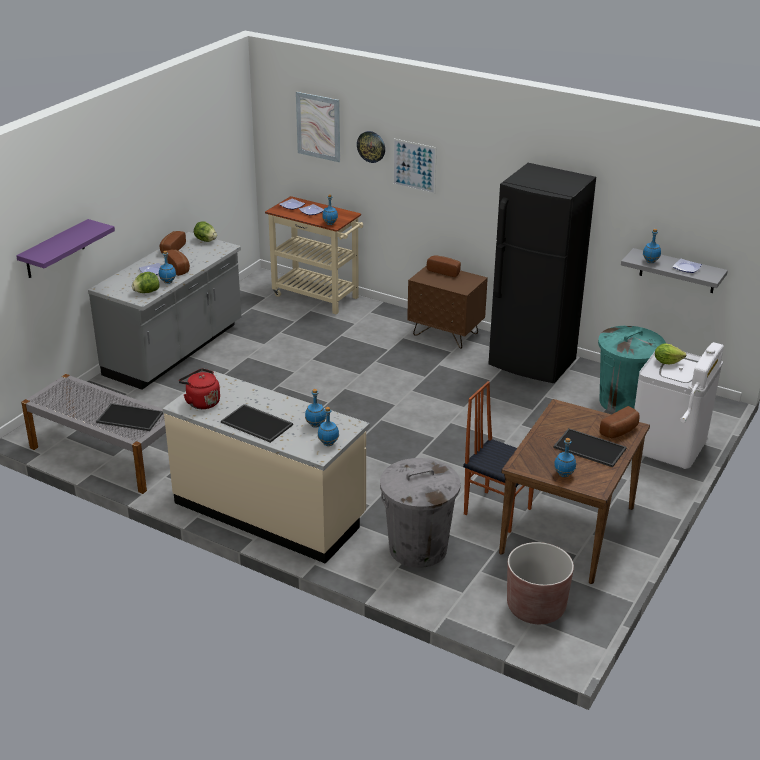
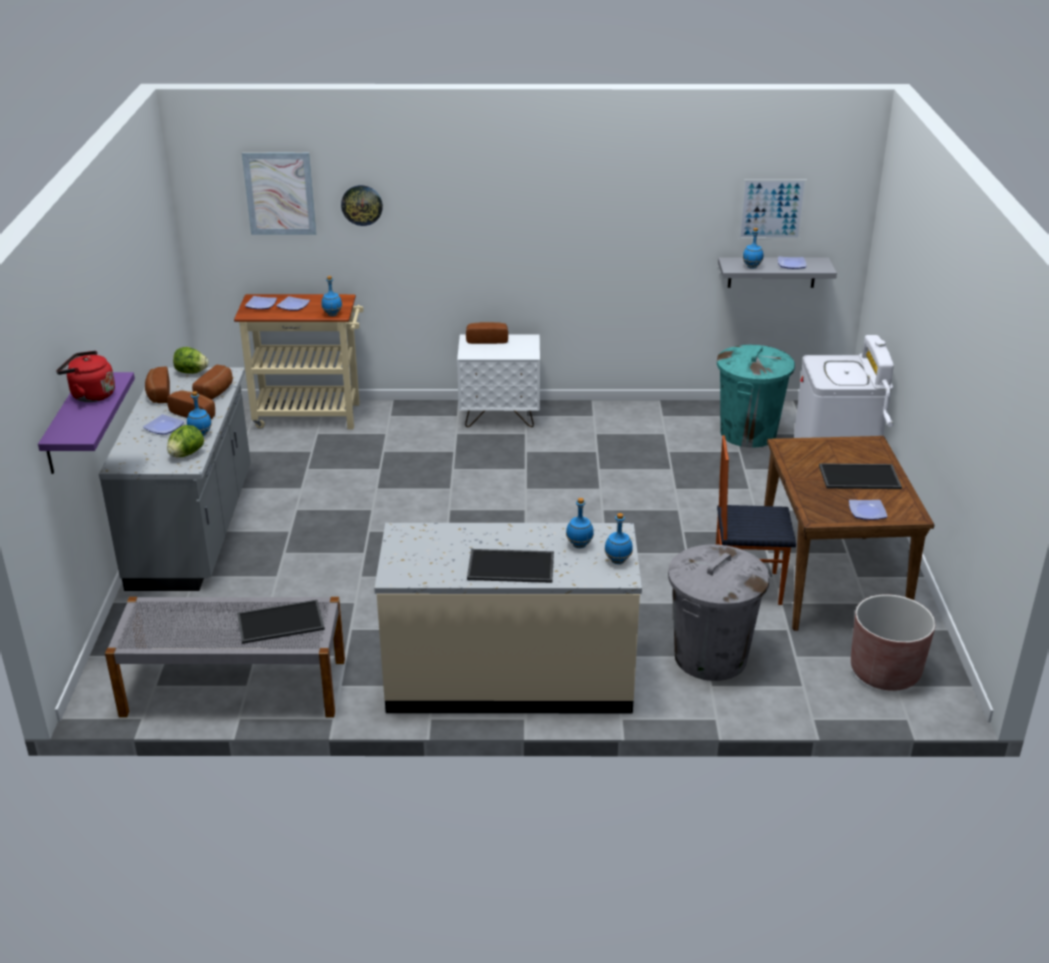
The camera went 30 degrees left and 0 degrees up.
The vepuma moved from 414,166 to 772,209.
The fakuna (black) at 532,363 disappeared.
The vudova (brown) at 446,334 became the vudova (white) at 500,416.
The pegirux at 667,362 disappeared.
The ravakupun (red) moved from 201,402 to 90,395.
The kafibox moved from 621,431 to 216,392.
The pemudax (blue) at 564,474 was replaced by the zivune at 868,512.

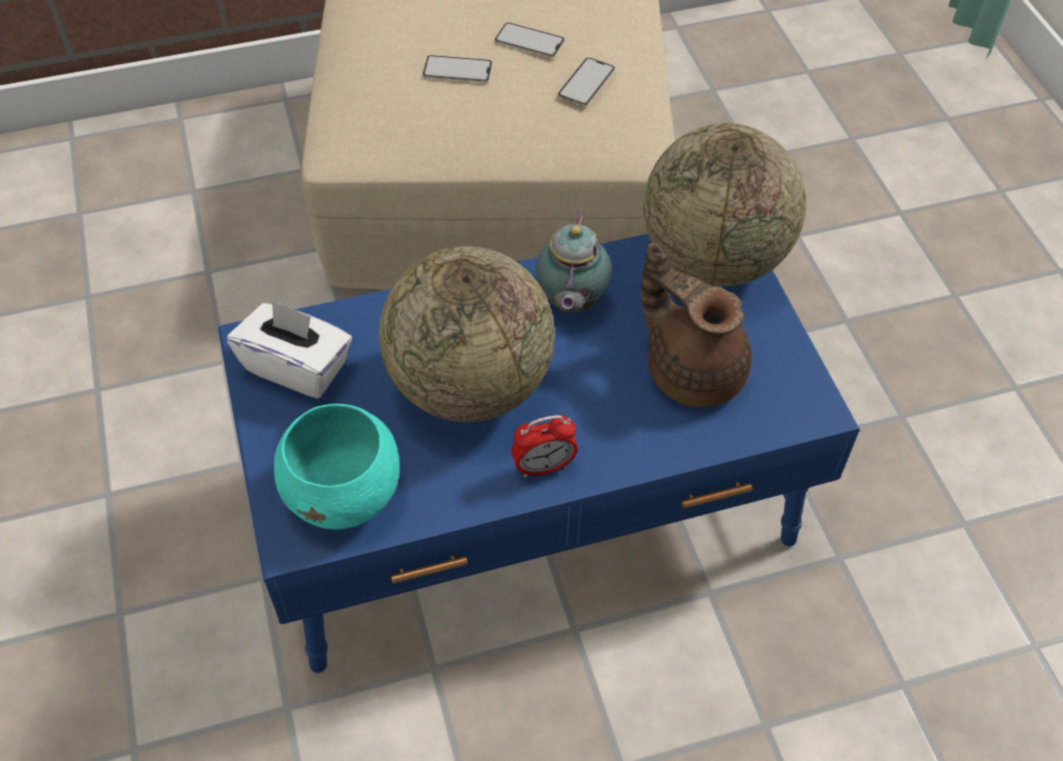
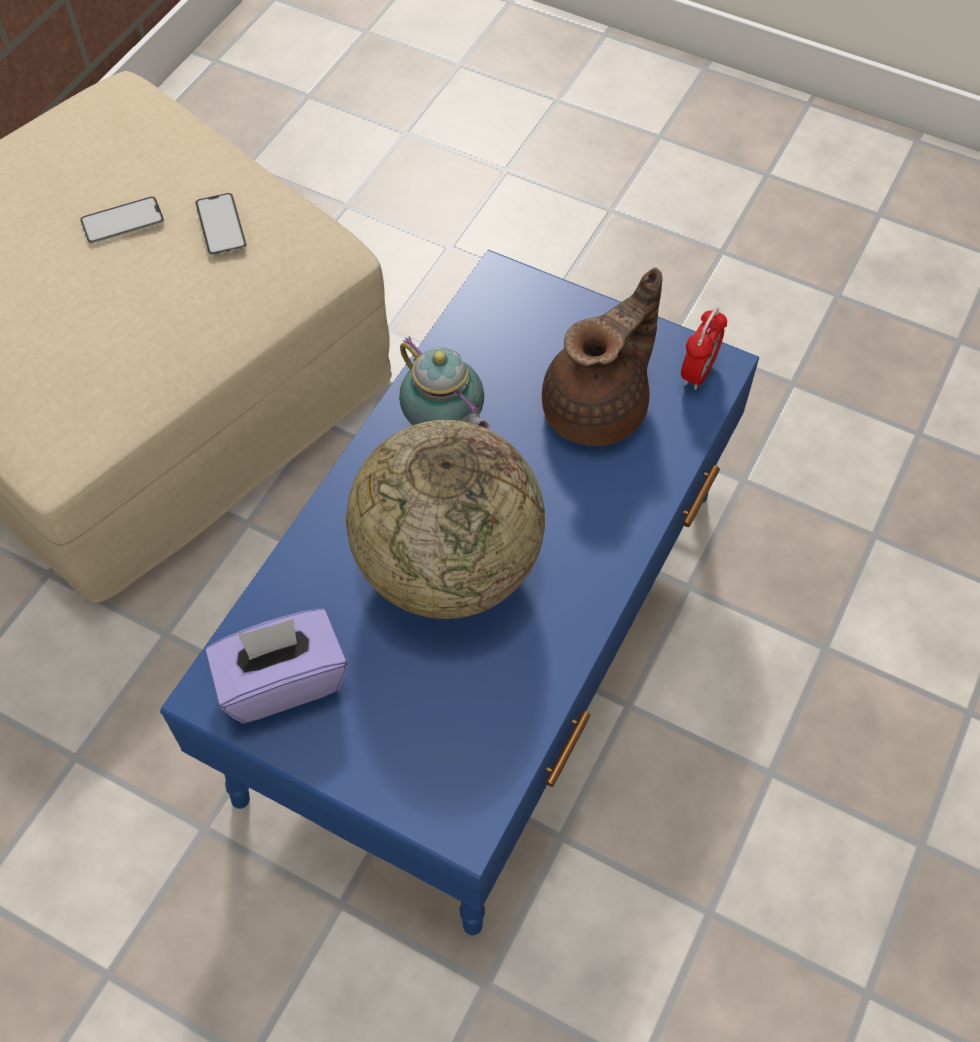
The camera went 45 degrees left and 5 degrees up.
The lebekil at 457,69 disappeared.
The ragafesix at 713,259 disappeared.
The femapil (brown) at 692,369 turned 135 degrees clockwise.
The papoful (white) at 297,367 became the papoful (purple) at 282,680.
The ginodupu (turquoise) at 345,492 disappeared.
The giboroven moved from 543,467 to 698,372.

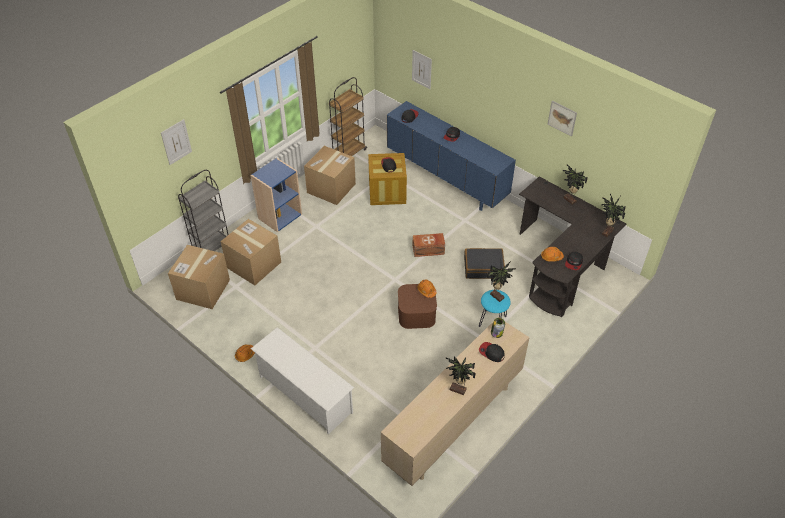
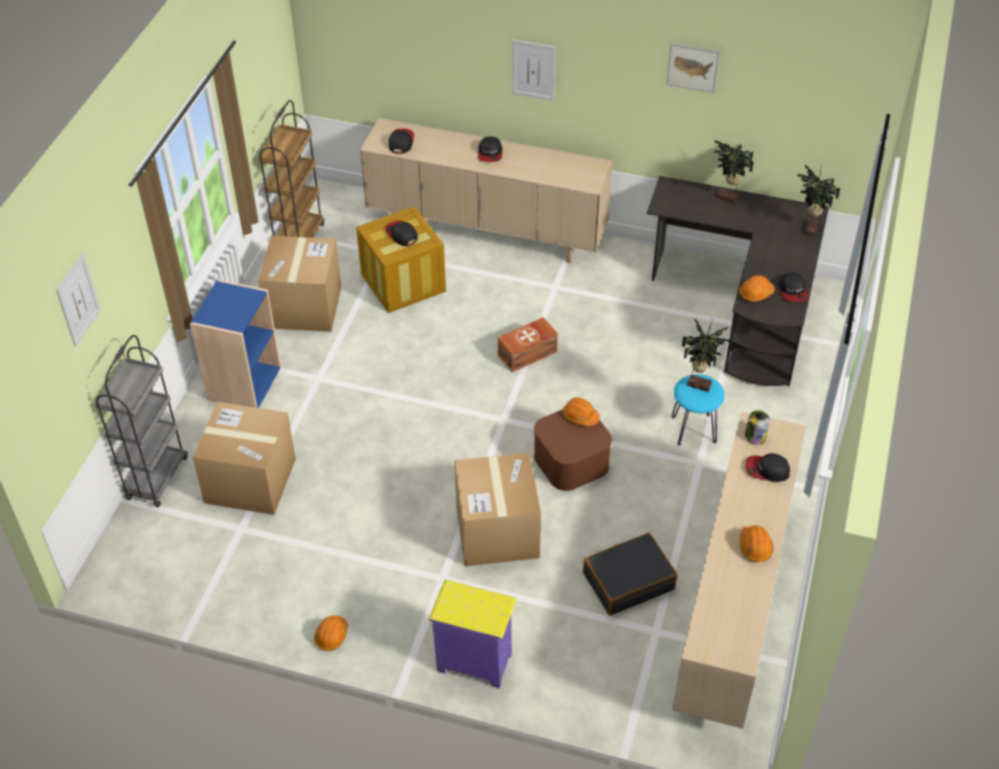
The camera went 25 degrees left and 0 degrees up.
The vepuma moved from 421,69 to 533,70.
The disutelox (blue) at 446,180 became the disutelox (beige) at 487,231.
The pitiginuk moved from 203,289 to 497,531.
The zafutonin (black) moved from 483,267 to 628,581.
The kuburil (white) at 305,394 was replaced by the vudova at 473,660.
The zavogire at 457,390 was replaced by the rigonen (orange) at 755,547.

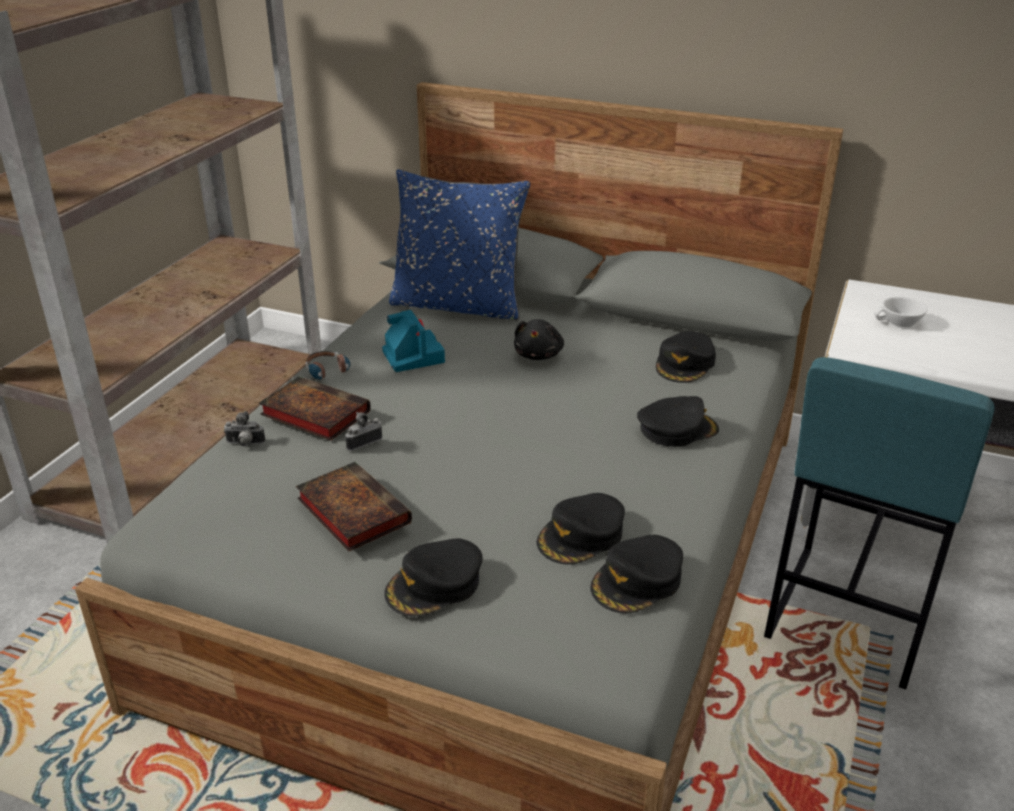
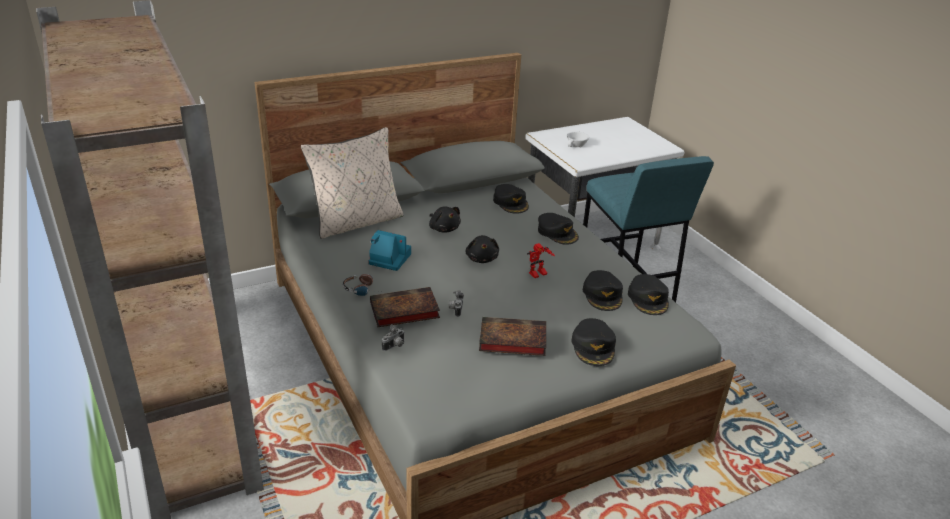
The camera went 50 degrees left and 0 degrees up.
The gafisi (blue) at 458,305 became the gafisi (beige) at 357,222.
The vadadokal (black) at 676,429 turned 120 degrees clockwise.
The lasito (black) at 482,258 appeared.
The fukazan at 538,275 appeared.

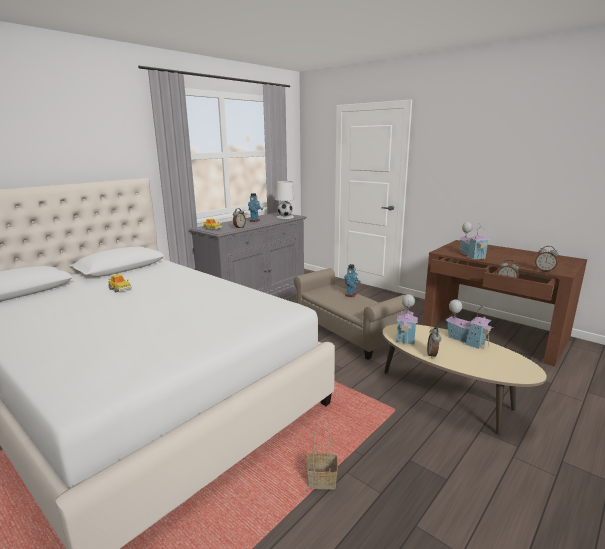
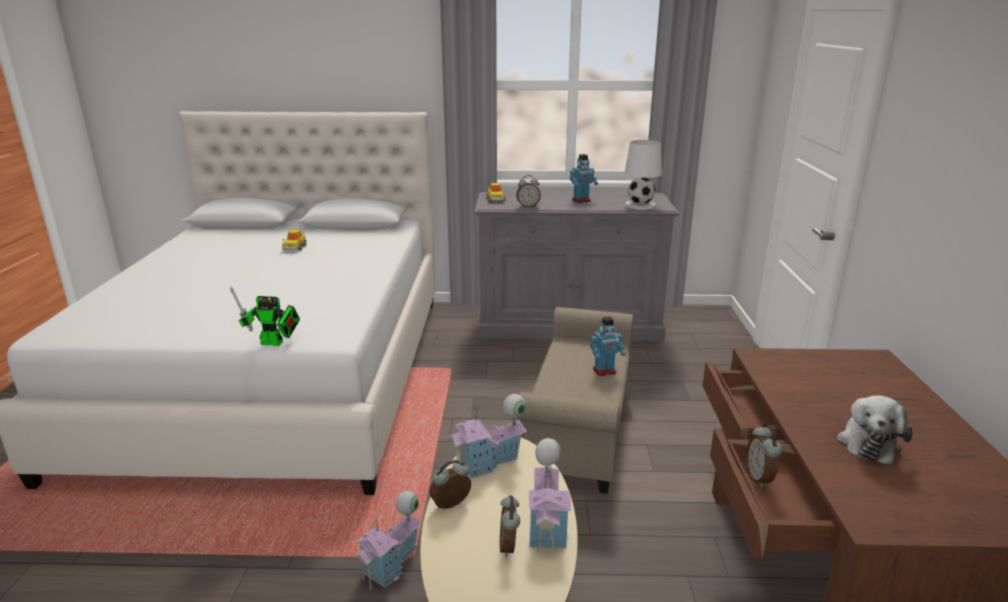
The camera went 50 degrees right and 5 degrees up.
The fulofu moved from 472,255 to 392,564.
The giboroven moved from 544,270 to 509,547.
The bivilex at 320,480 disappeared.
The fukazan at 275,343 appeared.
The lasito at 868,442 appeared.

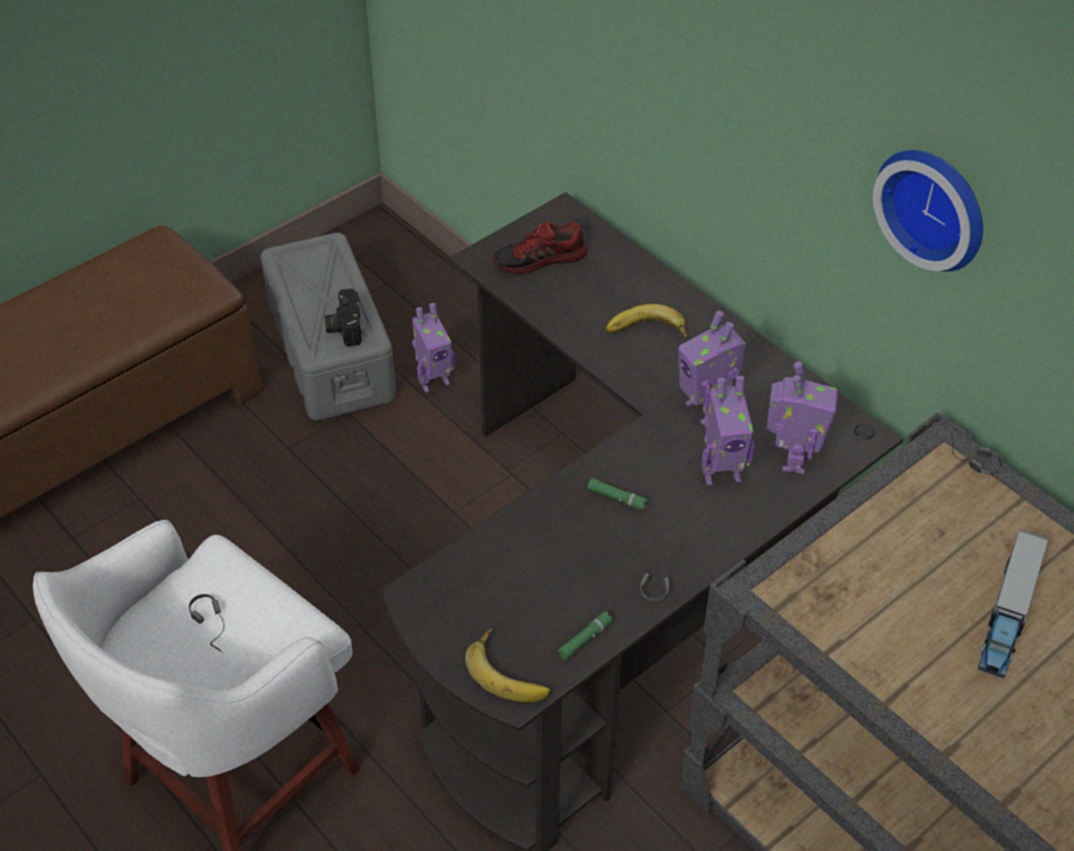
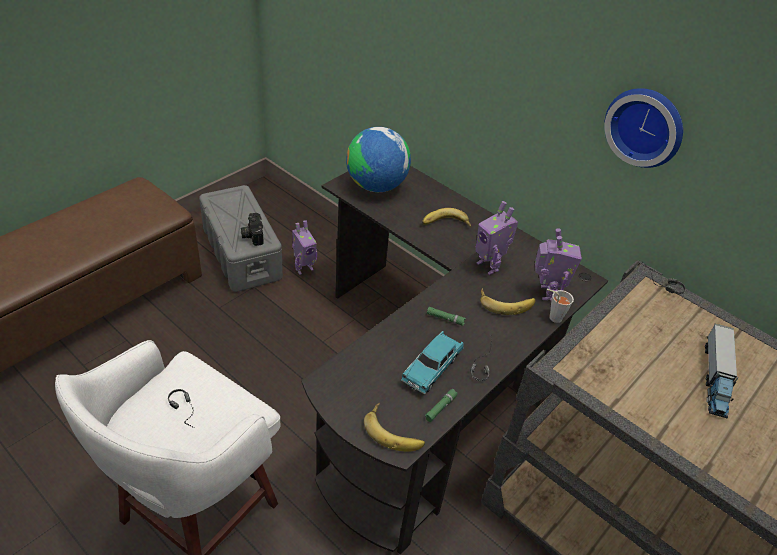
The camera went 10 degrees left and 5 degrees down.
The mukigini at 540,260 was replaced by the ragafesix at 376,186.
The fukazan at 721,473 was replaced by the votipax at 506,302.
The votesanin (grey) at 552,317 appeared.
The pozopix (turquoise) at 432,368 appeared.

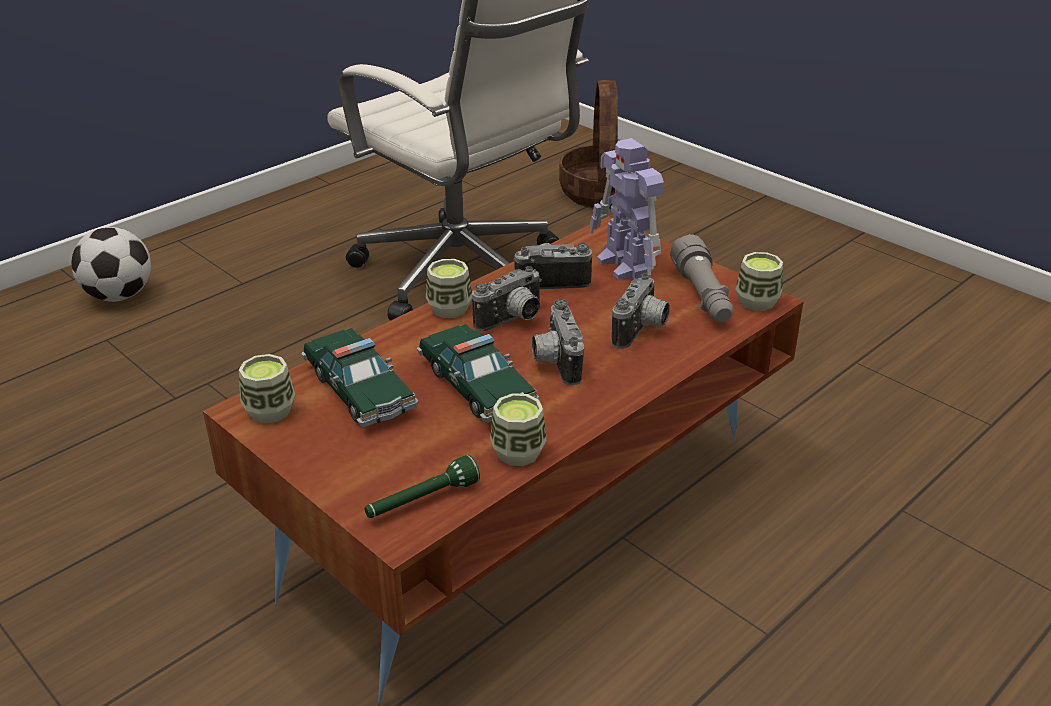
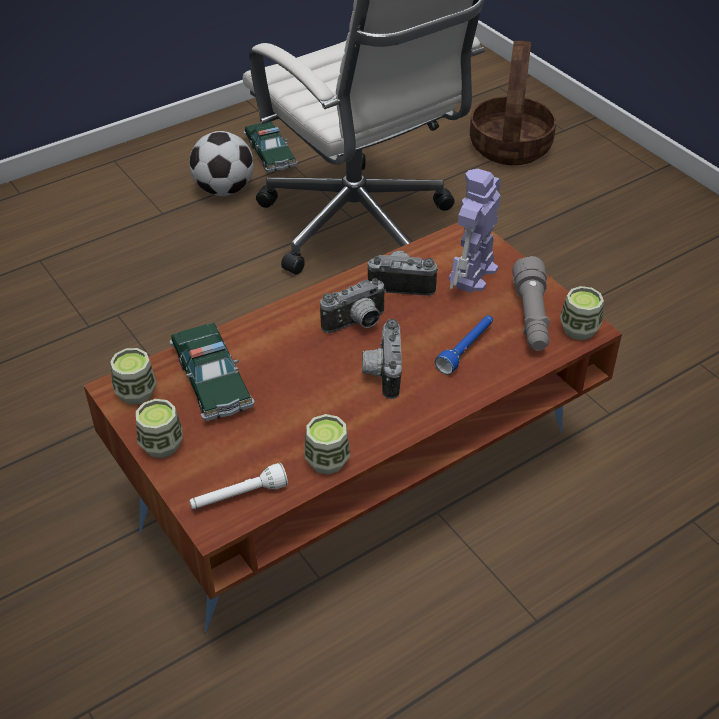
The camera went 10 degrees right and 10 degrees up.
The fukazan at 625,266 turned 45 degrees clockwise.
The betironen moved from 120,296 to 224,189.
The votesanin moved from 449,309 to 161,444.
The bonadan at 642,331 was replaced by the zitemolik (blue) at 466,349.
The pozopix moved from 476,385 to 270,154.
The zitemolik (green) at 422,501 became the zitemolik (white) at 238,496.

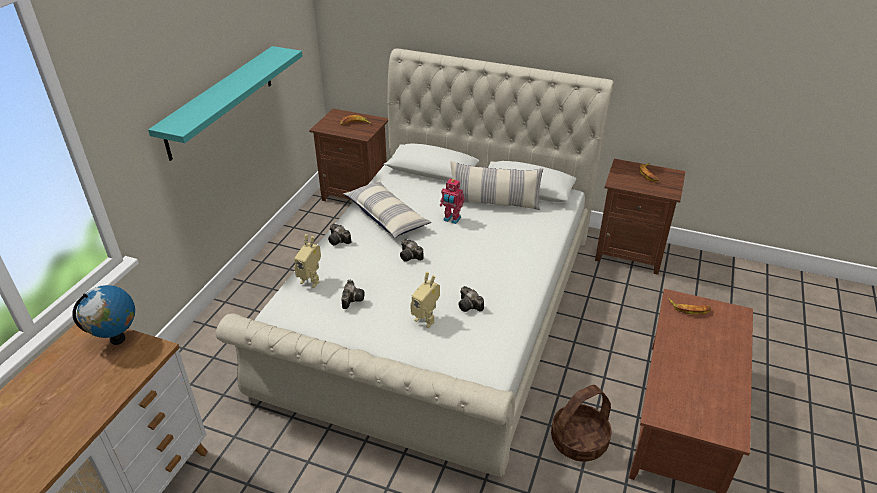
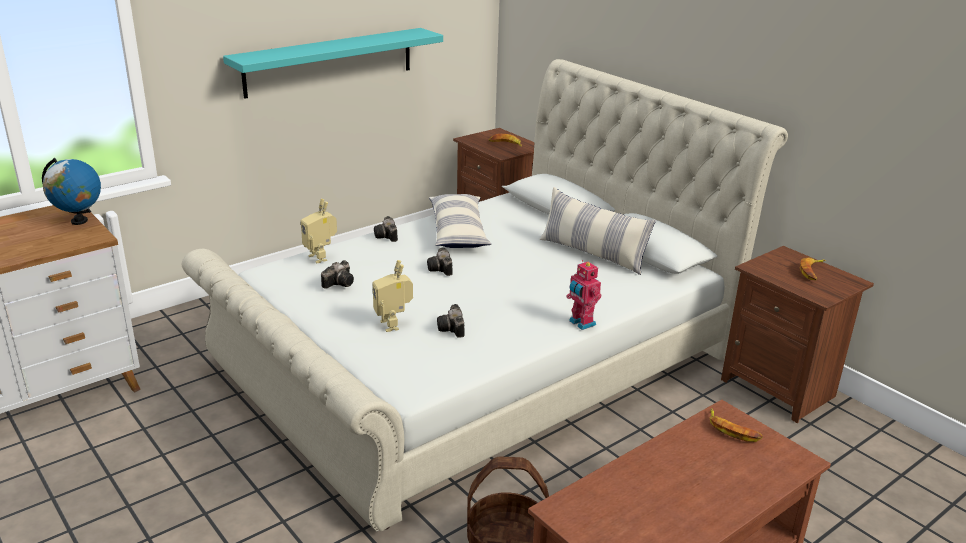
The camera went 30 degrees right and 10 degrees down.
The fukazan moved from 451,219 to 581,323.

